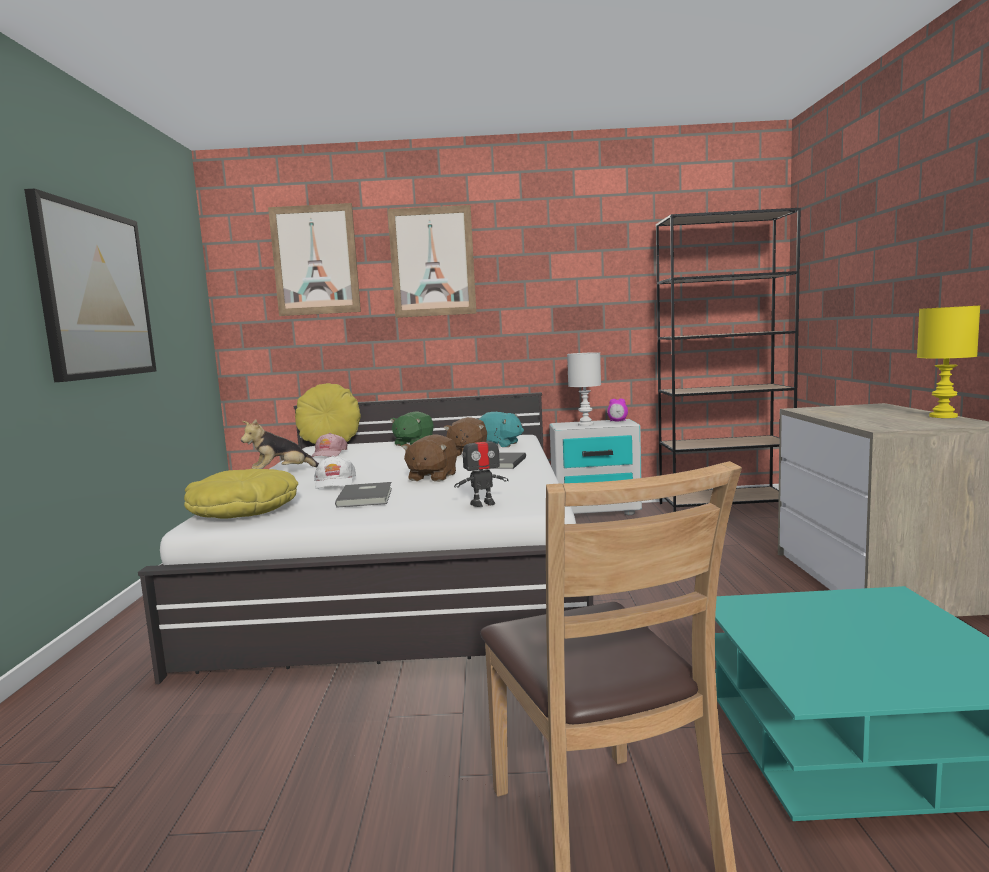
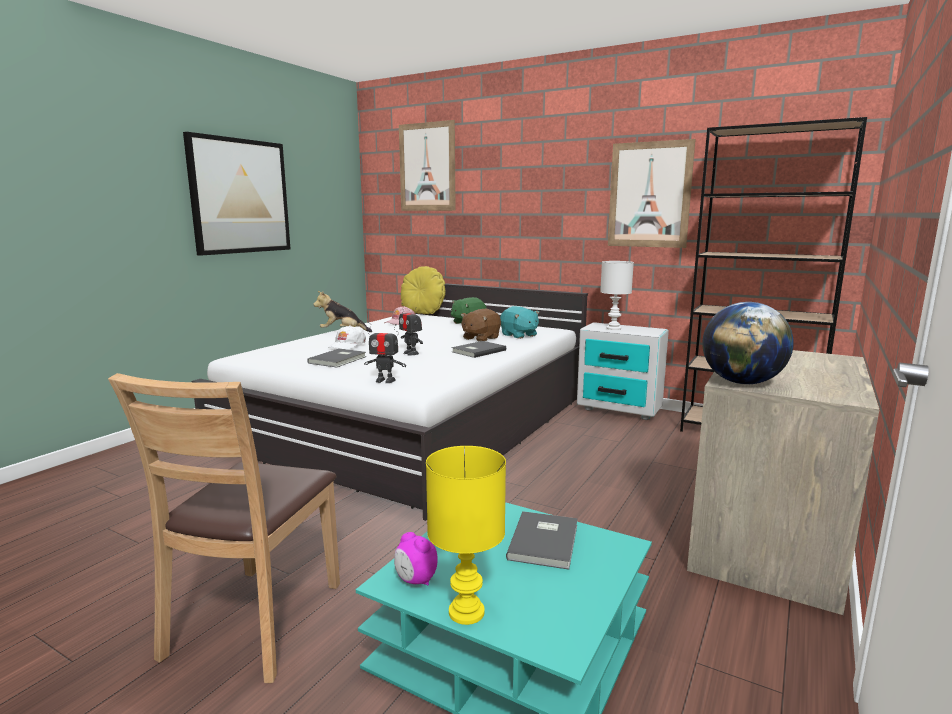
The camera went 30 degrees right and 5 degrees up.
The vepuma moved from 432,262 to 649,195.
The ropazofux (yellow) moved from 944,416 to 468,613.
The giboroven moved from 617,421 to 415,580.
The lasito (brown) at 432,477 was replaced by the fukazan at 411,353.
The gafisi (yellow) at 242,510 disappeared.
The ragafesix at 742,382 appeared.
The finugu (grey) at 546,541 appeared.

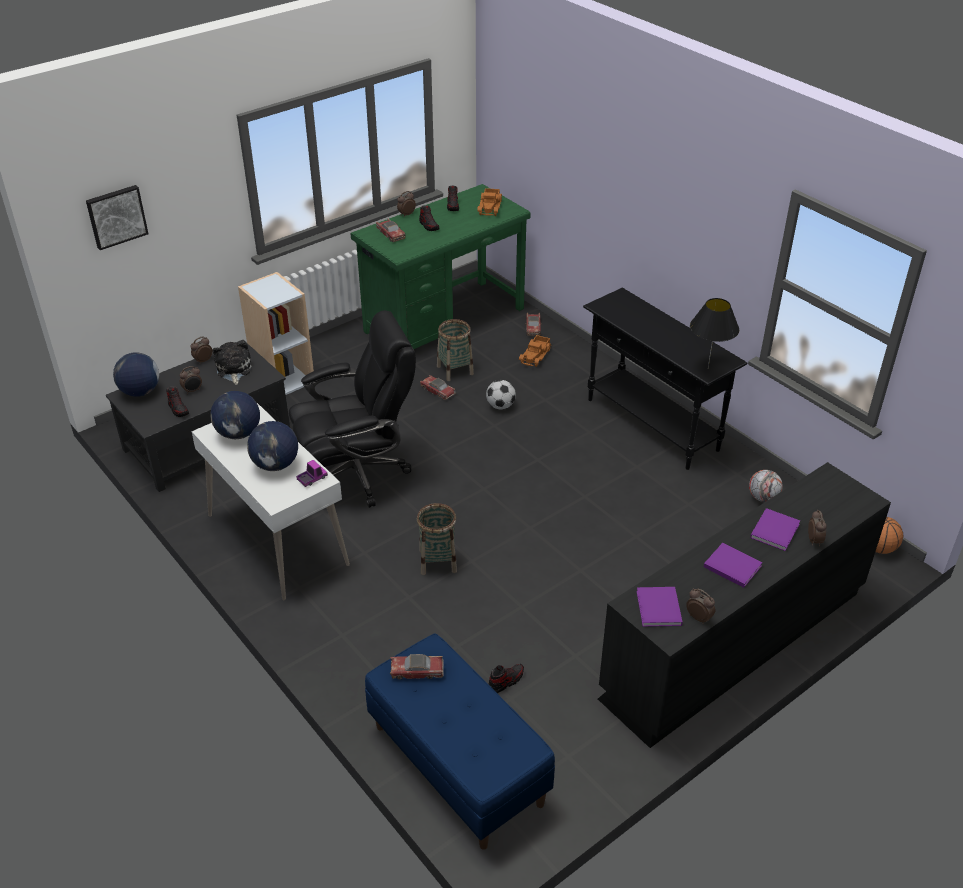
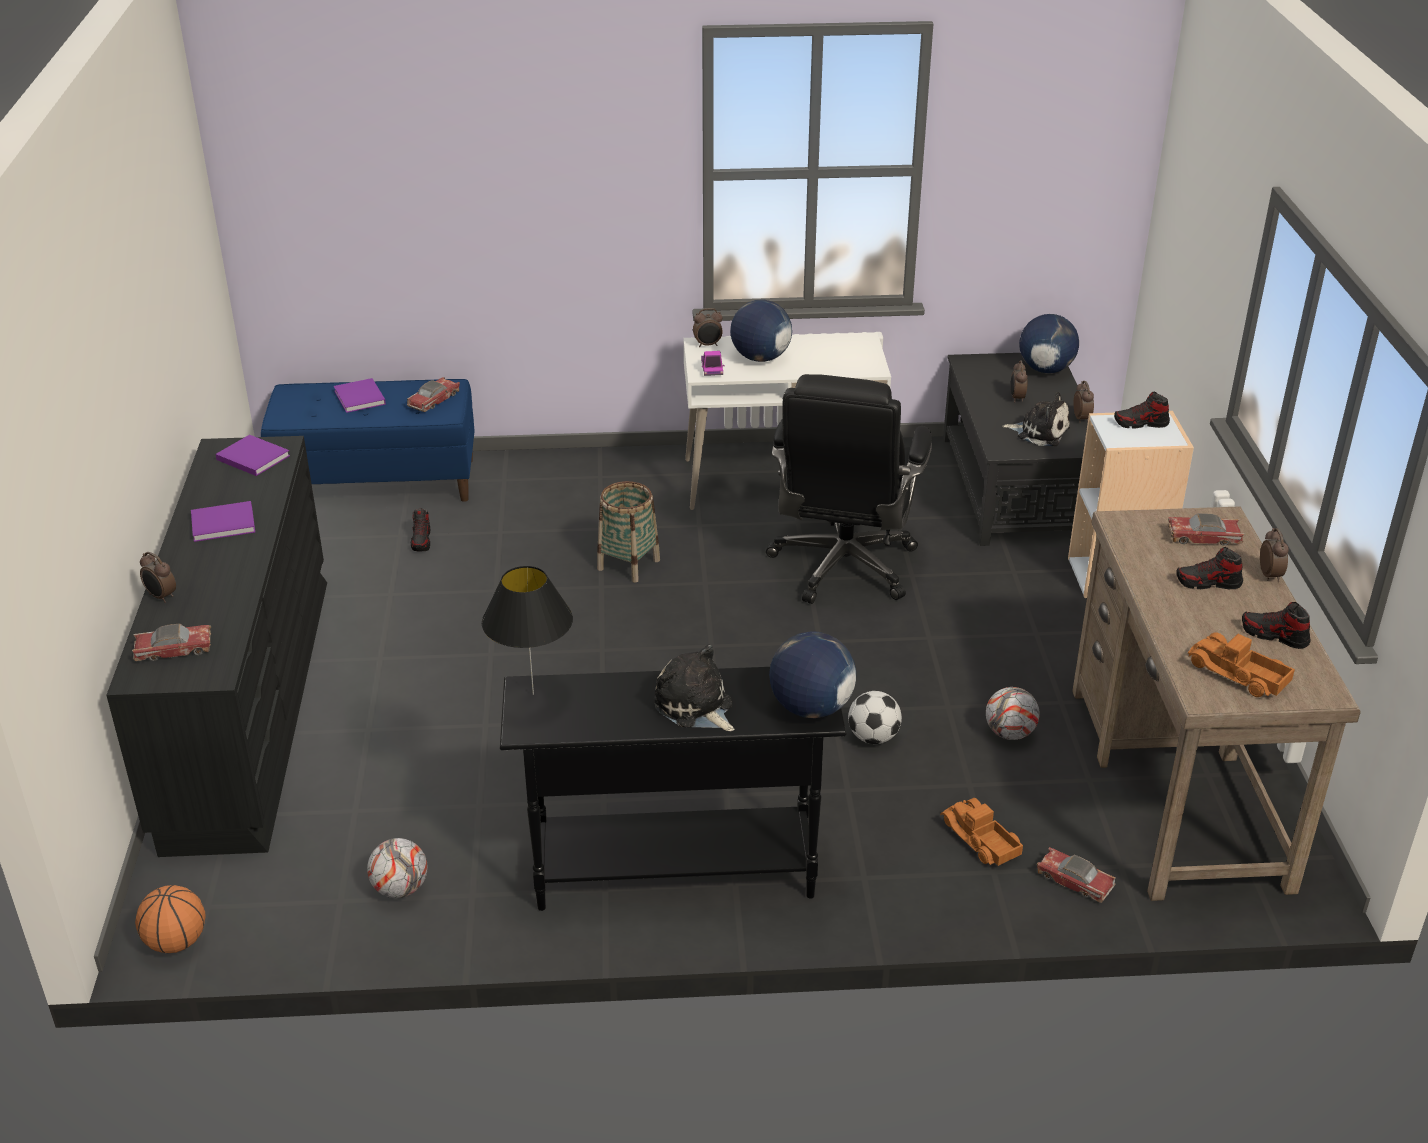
The camera went 125 degrees right and 5 degrees down.
The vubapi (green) at 444,319 became the vubapi (brown) at 1179,785.
The vepuma at 116,216 disappeared.
The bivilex at 455,370 was replaced by the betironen at 1009,733.
The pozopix moved from 437,391 to 174,650.
The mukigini moved from 178,409 to 1141,423.
The ragafesix moved from 238,434 to 810,708.
The finugu (purple) moved from 775,530 to 360,398.
The giboroven moved from 699,617 to 708,345.
The lasito at 695,707 appeared.

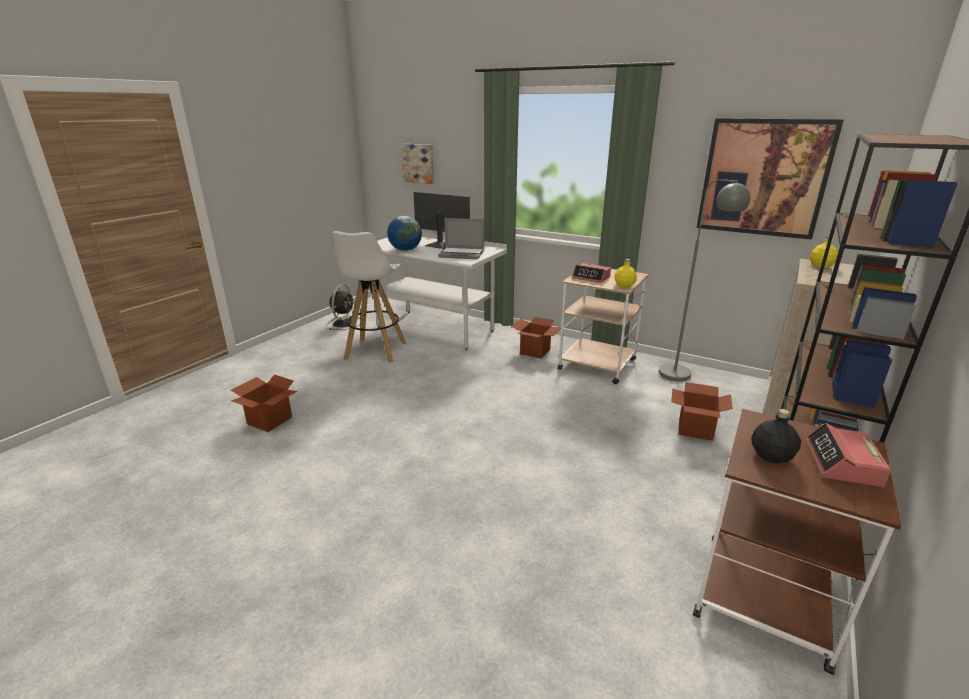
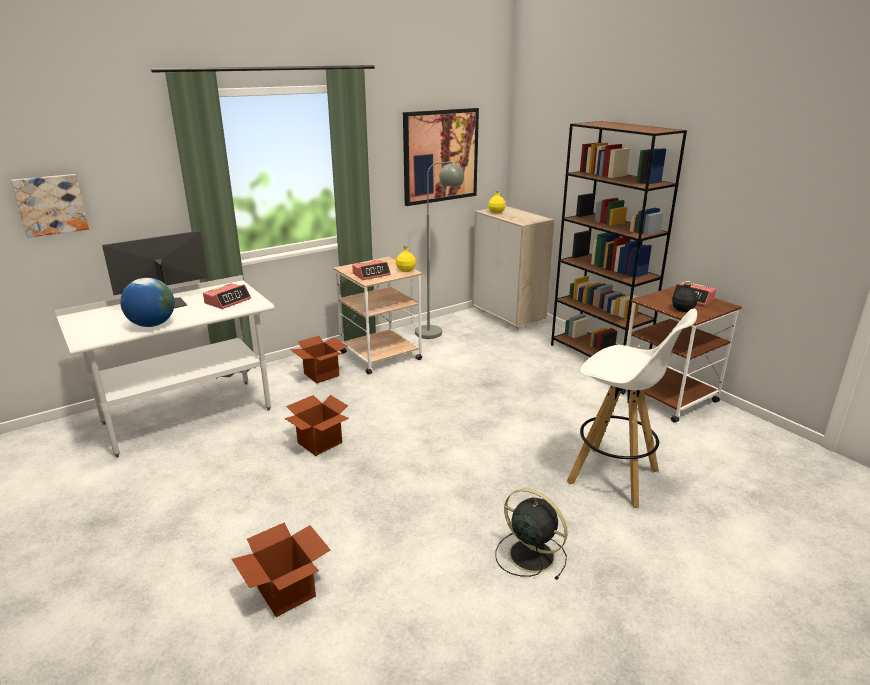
The camera went 65 degrees left and 0 degrees up.
The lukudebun at 462,254 was replaced by the giboroven at 228,301.
The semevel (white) moved from 374,351 to 615,477.
The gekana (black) moved from 345,323 to 529,554.
The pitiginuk moved from 695,429 to 320,443.

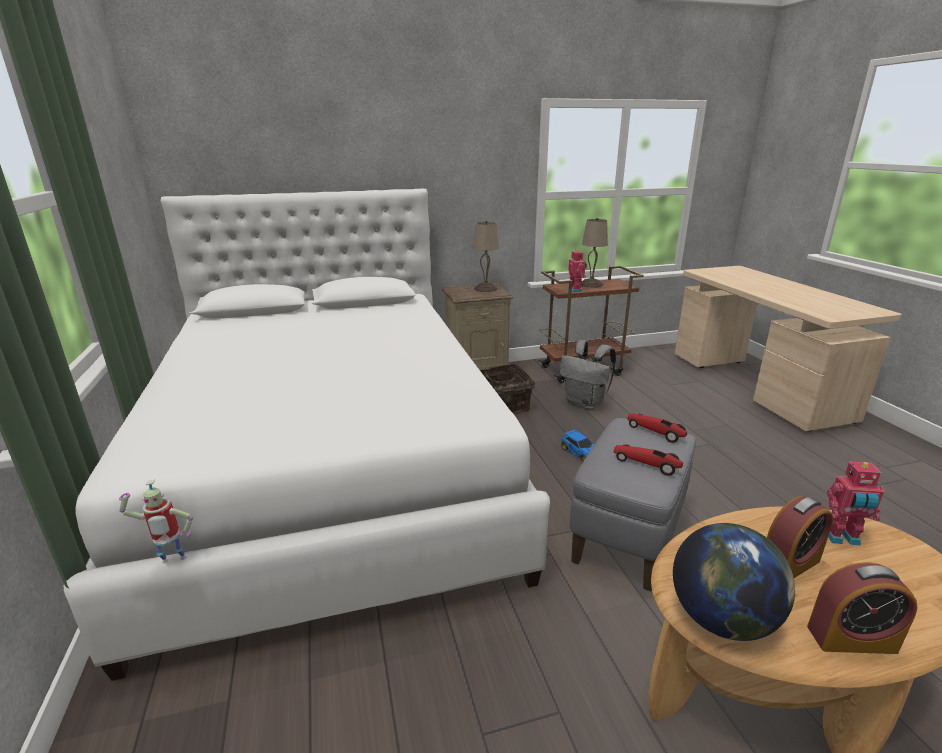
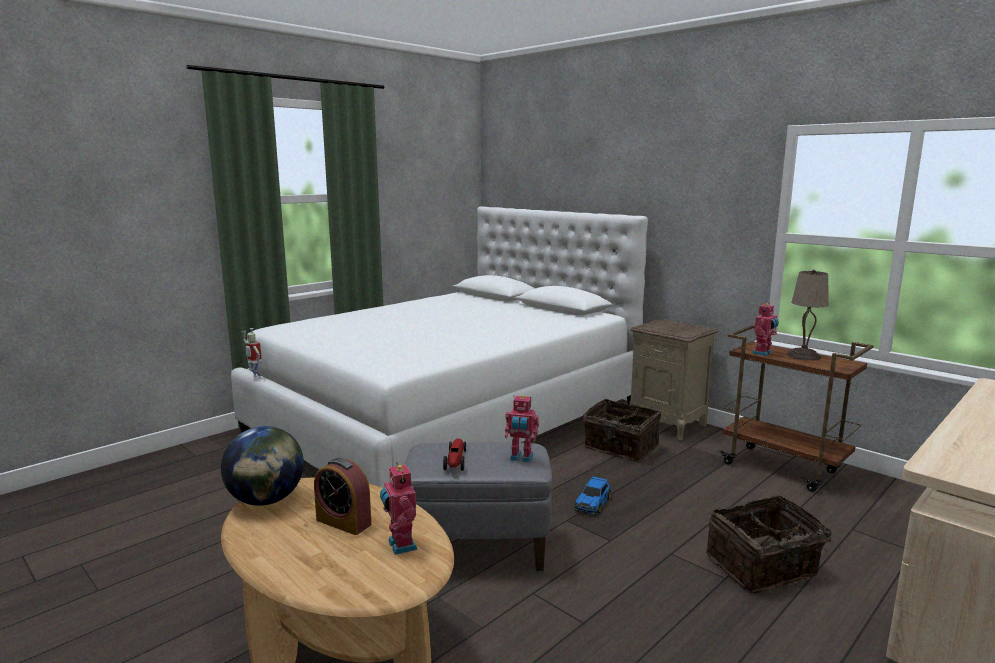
The camera went 60 degrees right and 10 degrees down.
The ropazofux (beige) at 486,289 disappeared.
The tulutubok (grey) at 585,403 disappeared.
The pozopix at 655,432 was replaced by the fukazan at 521,458.
The giboroven at 851,639 disappeared.
The bivilex at 763,567 appeared.

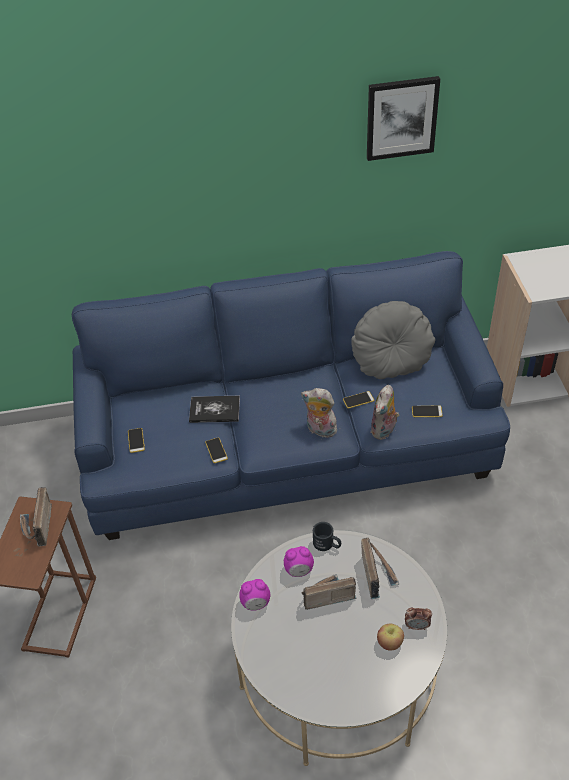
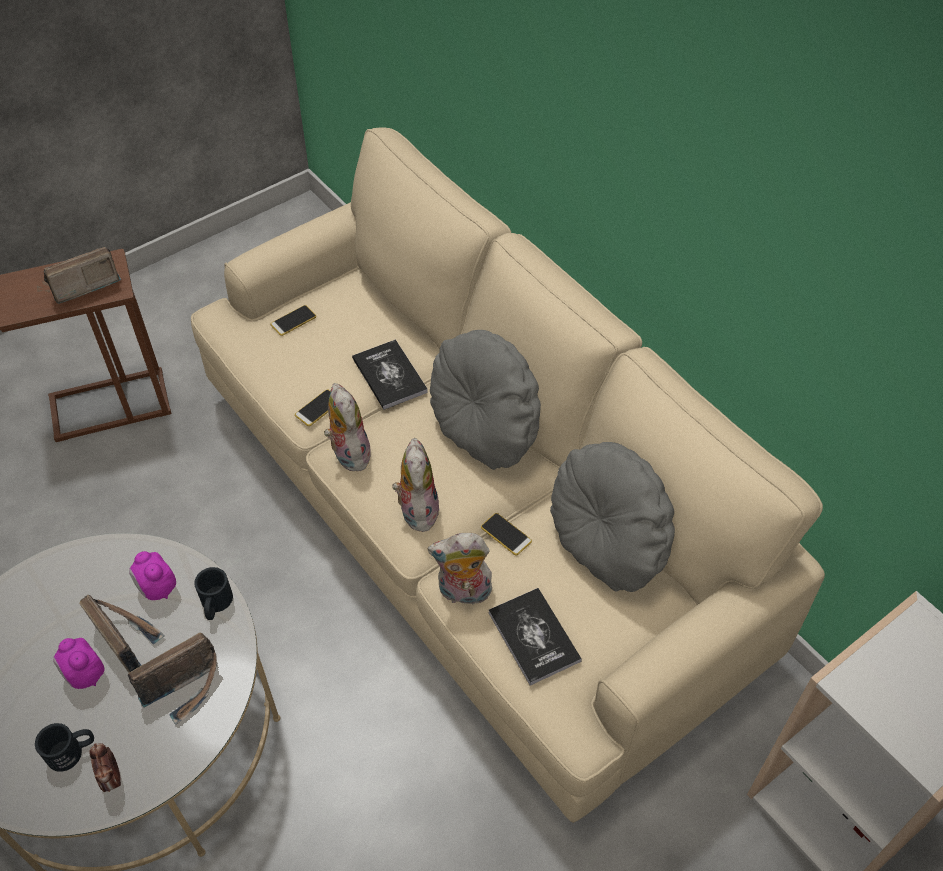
The camera went 60 degrees right and 5 degrees up.
The vepuma at 401,118 disappeared.
The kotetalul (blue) at 288,449 became the kotetalul (beige) at 472,520.
The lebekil at 427,411 was replaced by the finugu at 534,636.
The giboroven moved from 255,603 to 85,675.
The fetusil at 390,642 was replaced by the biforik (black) at 72,751.
The gafisi (grey) at 483,436 appeared.
The lasito at 348,453 appeared.

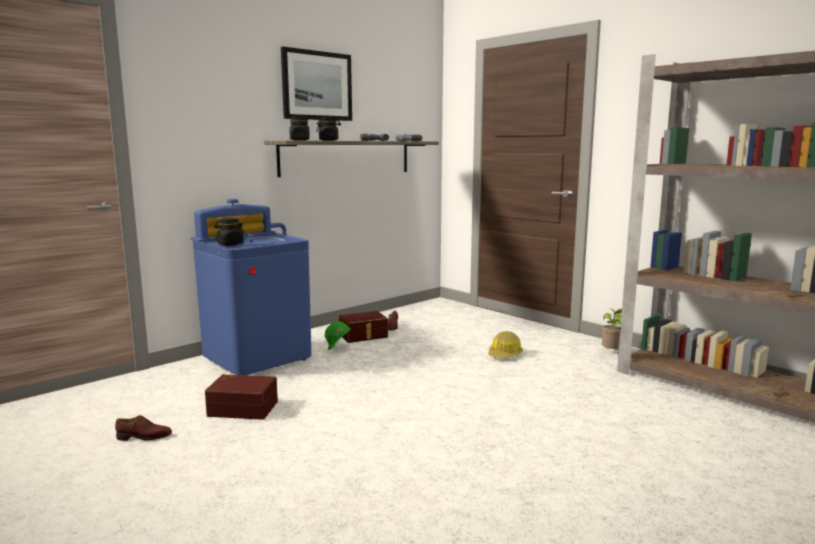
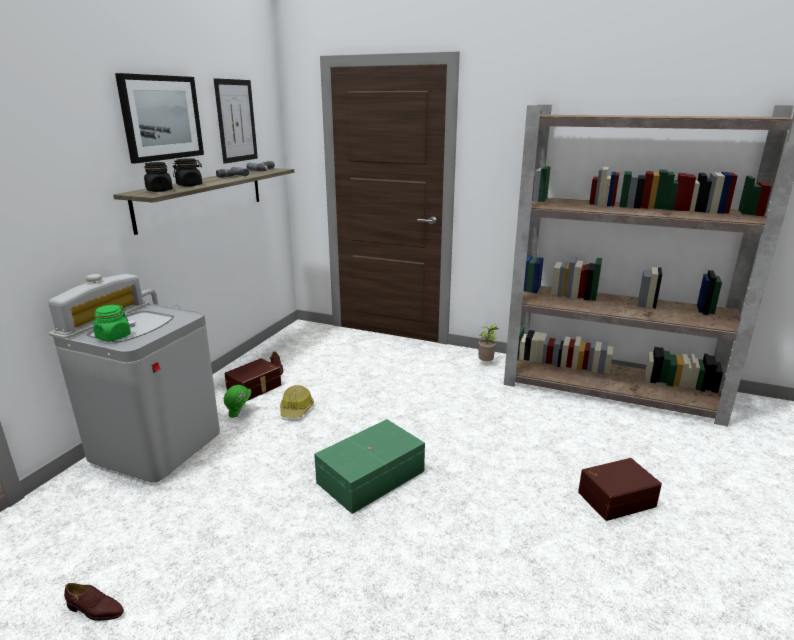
The camera went 25 degrees left and 10 degrees up.
The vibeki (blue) at 258,357 became the vibeki (grey) at 157,446.
The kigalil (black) at 230,244 became the kigalil (green) at 113,337.
The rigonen moved from 504,354 to 296,409.
The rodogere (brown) moved from 243,408 to 615,498.
The mukigini (brown) at 144,437 turned 45 degrees clockwise.
The vepuma at 236,121 appeared.
The rodogere (green) at 372,477 appeared.

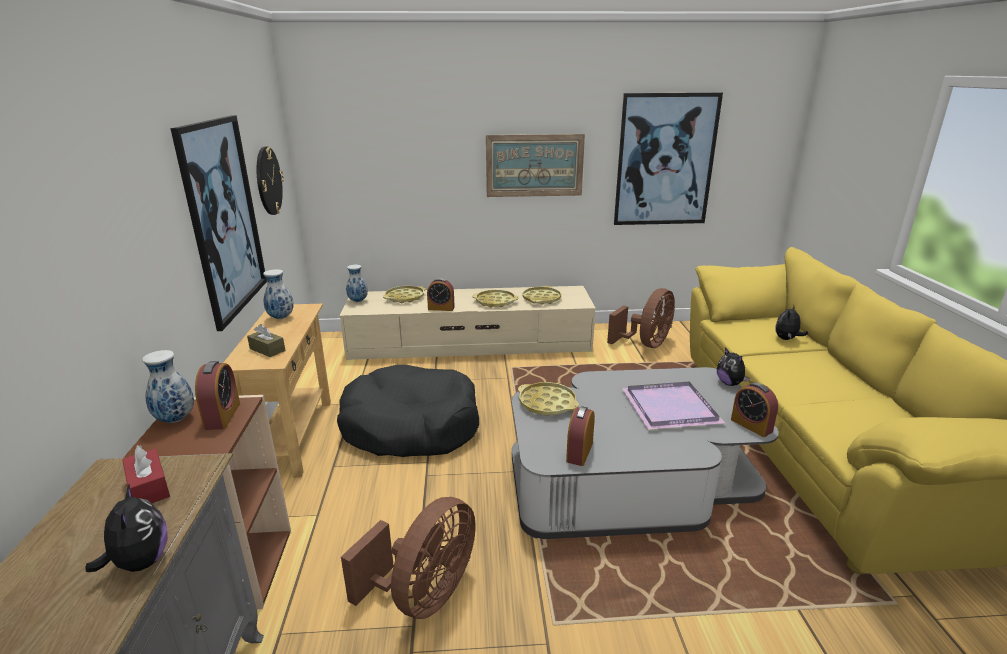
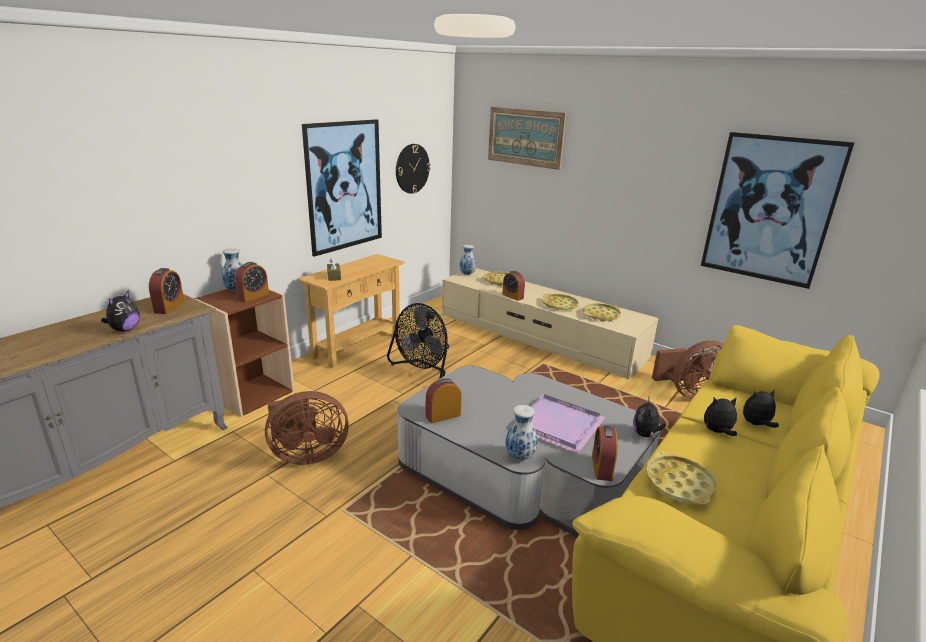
The camera went 40 degrees right and 0 degrees up.
The vepuma moved from 534,165 to 525,137.
The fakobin moved from 281,317 to 520,456.
The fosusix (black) at 411,426 was replaced by the gekana (black) at 423,369.
The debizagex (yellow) moved from 547,403 to 679,484.
The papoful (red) at 149,487 was replaced by the giboroven at 169,307.
The lasito at 717,432 appeared.

